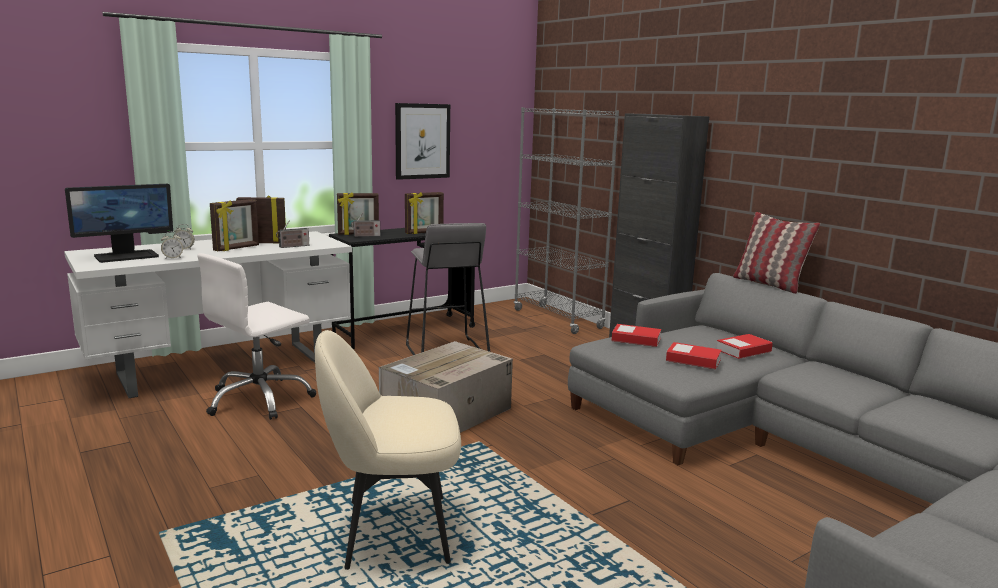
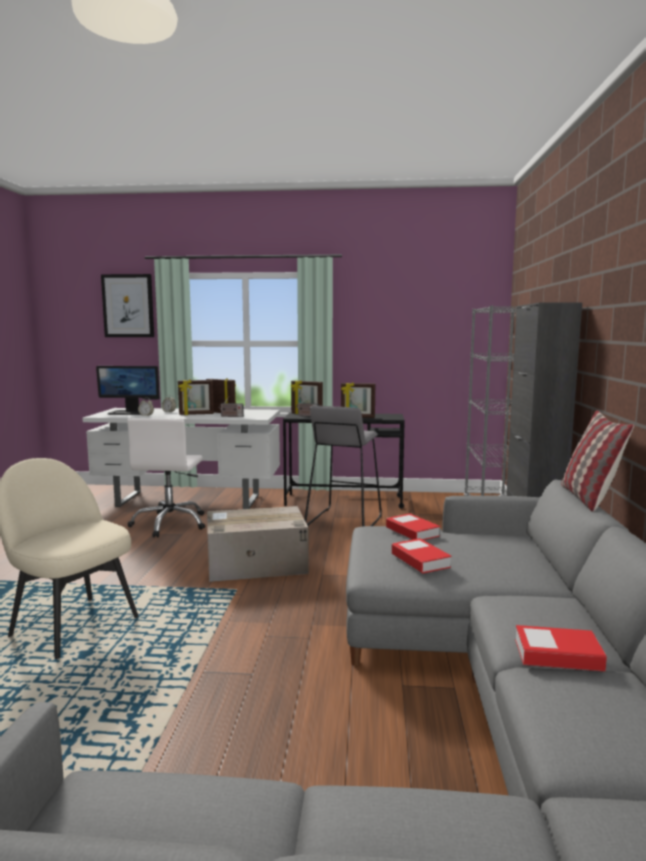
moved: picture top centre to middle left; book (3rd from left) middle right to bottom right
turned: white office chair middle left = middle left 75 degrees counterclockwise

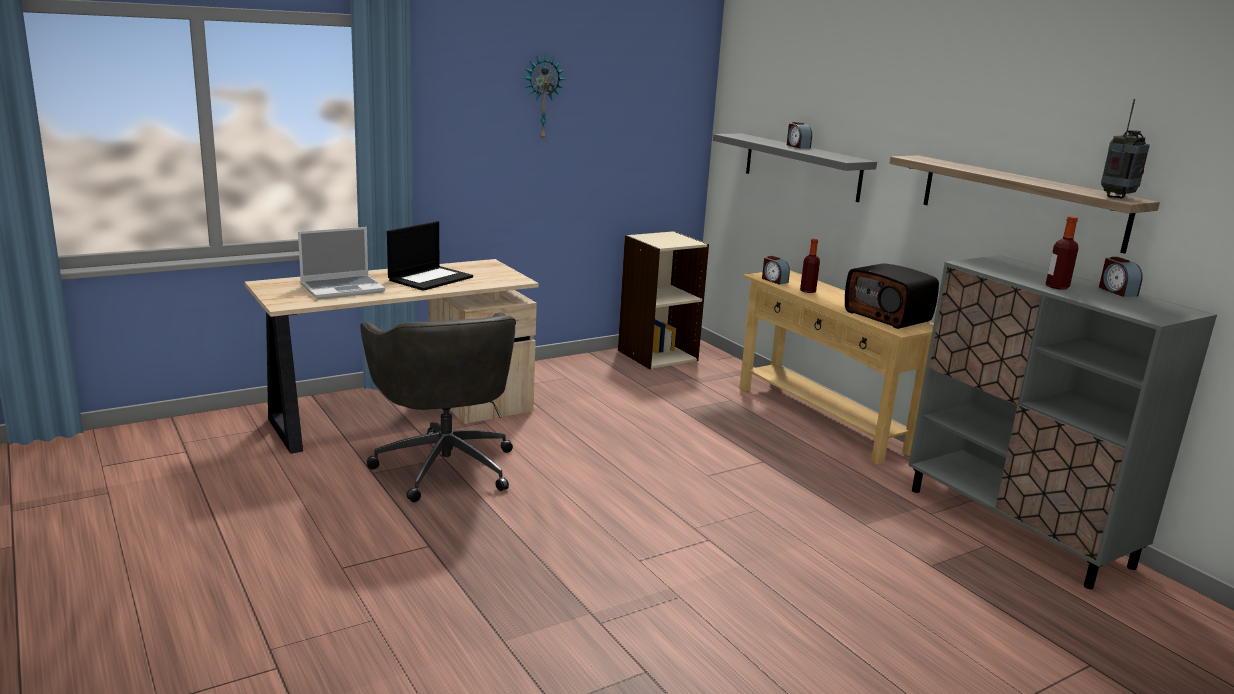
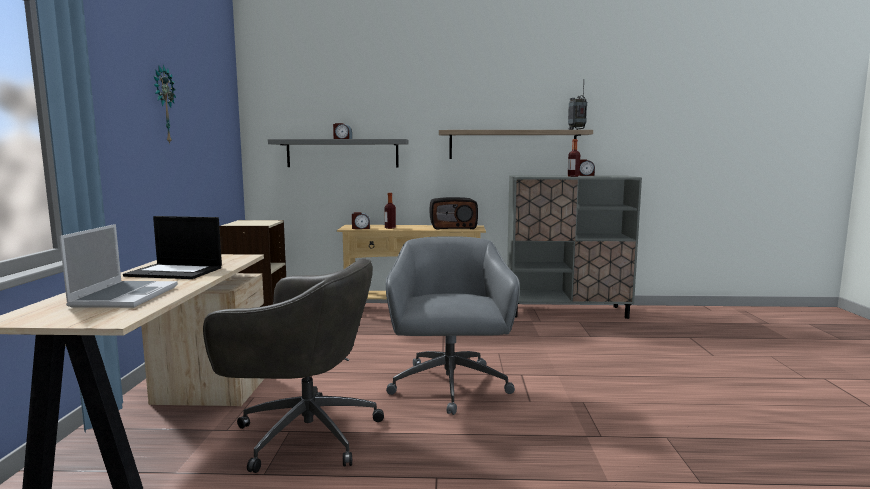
added: grey office chair (2nd from left) centre
turned: laptop (2nd from left) centre = middle left 120 degrees clockwise

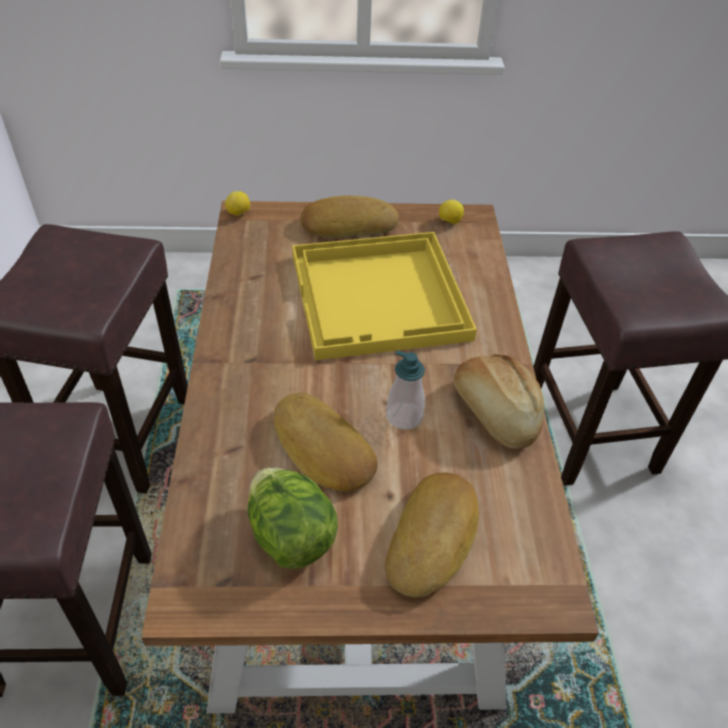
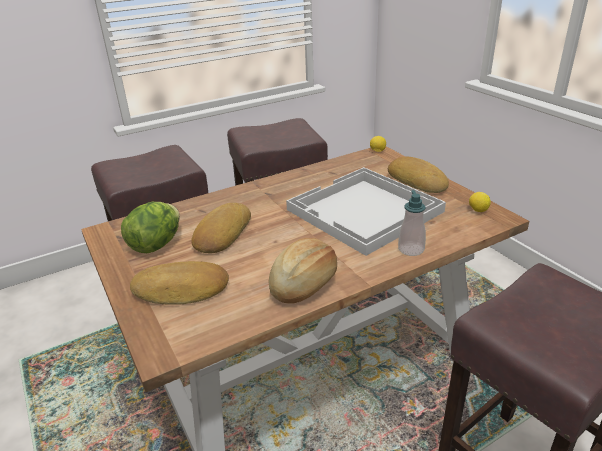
moved: soap dispenser centre to middle right
recoloured: yellow tray centre to white tray centre

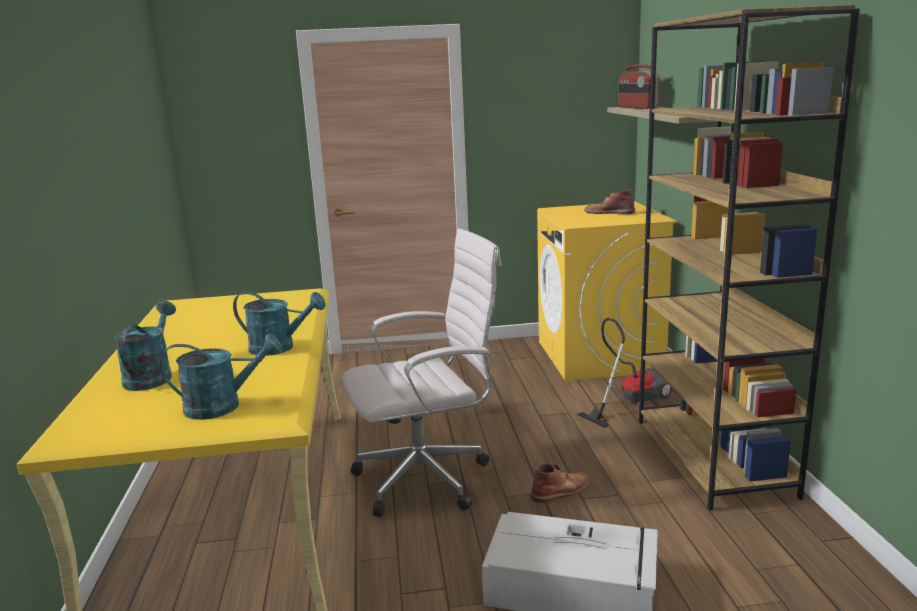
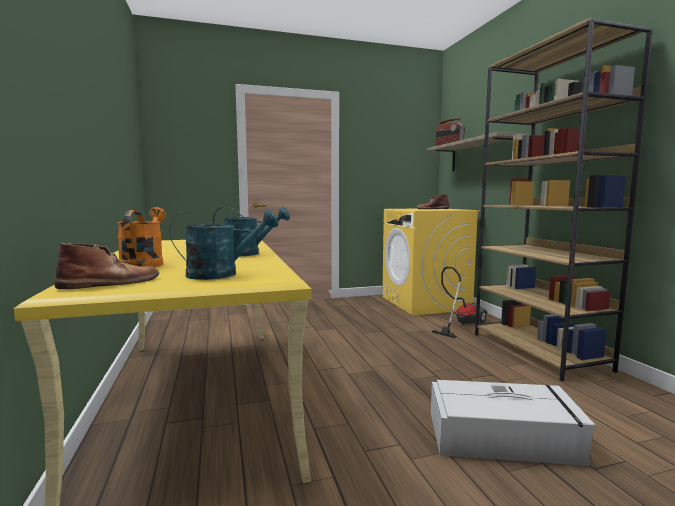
removed: white office chair centre
moved: brown boot (1st from left) bottom centre to middle left
recoloured: turquoise watering can (1st from left) middle left to orange watering can middle left

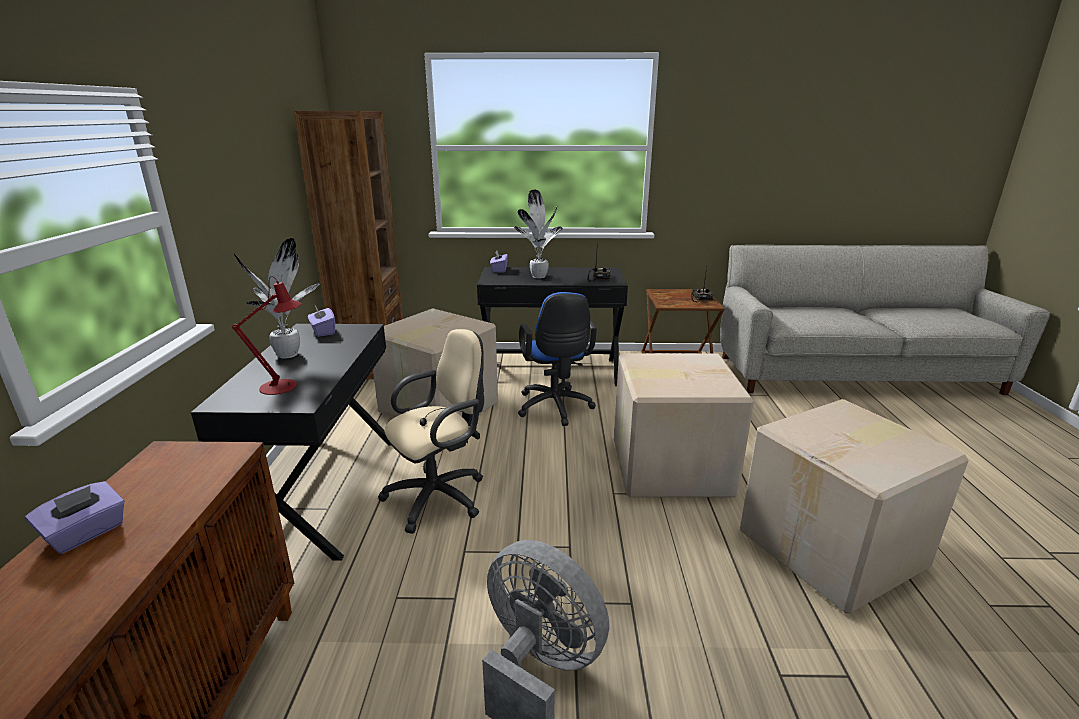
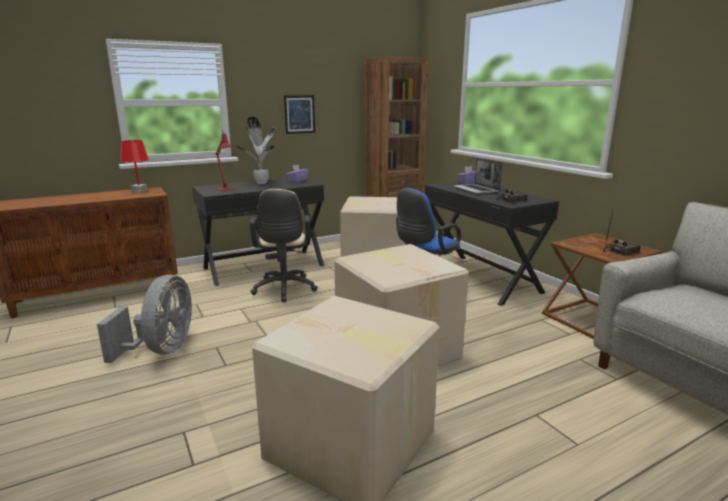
removed: purple tissue box (1st from left) bottom left
added: red table lamp (1st from left) top left; picture top centre
replaced: potted plant (2nd from left) top centre to laptop centre
turned: beige office chair centre = centre 60 degrees clockwise

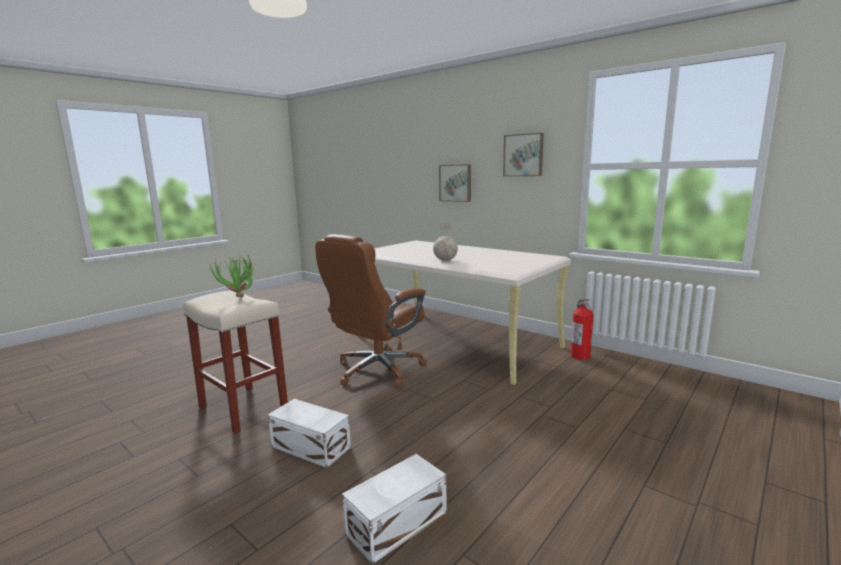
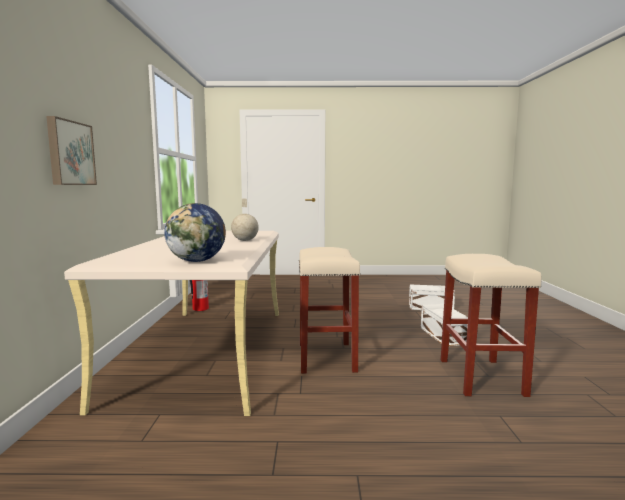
removed: potted plant middle left; picture (2nd from left) top centre
added: globe (1st from left) middle left
replaced: brown office chair centre to beige stool (1st from left) centre

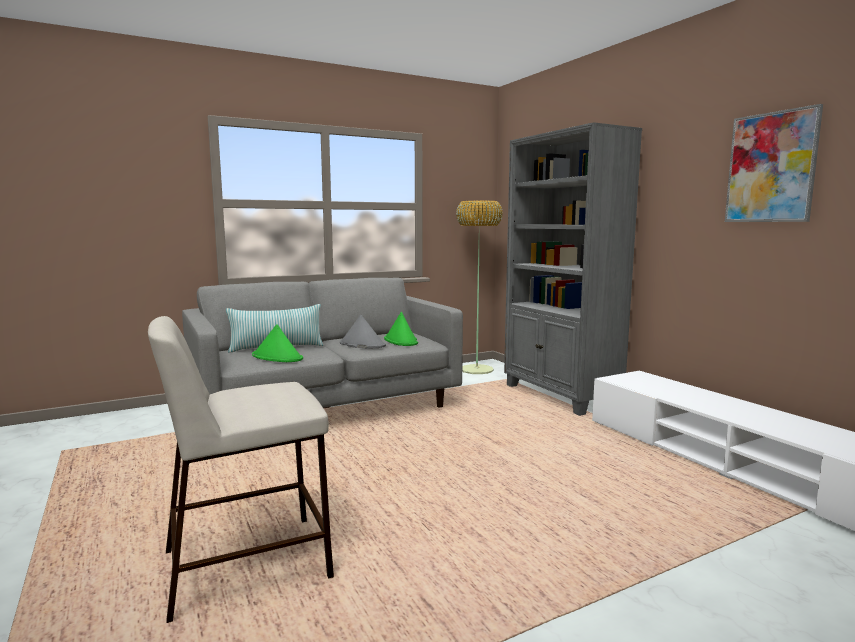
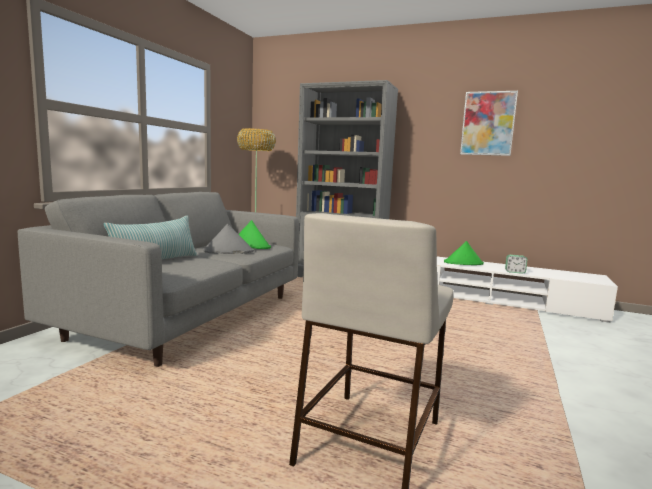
added: alarm clock middle right
moved: green hat (1st from left in the first image) middle left to green hat (2nd from left) middle right

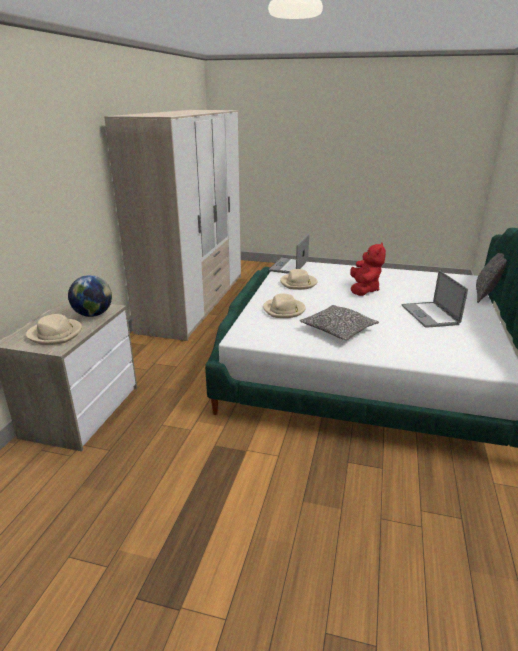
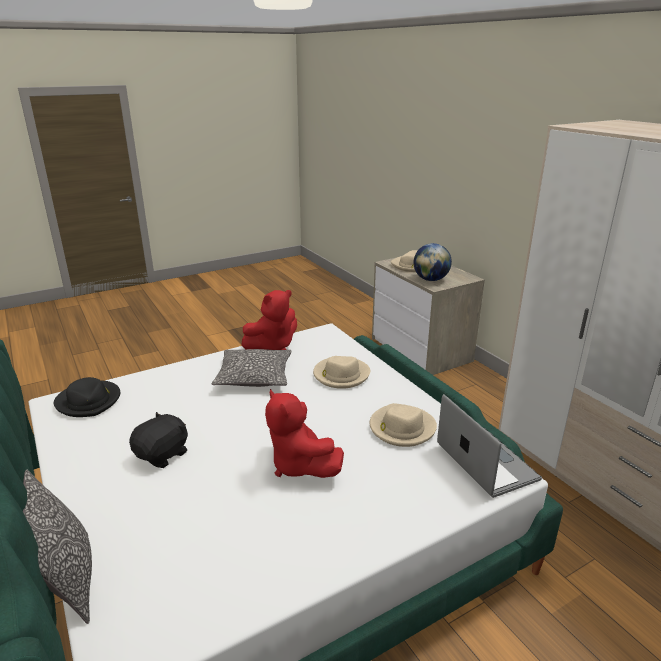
added: black hat middle left; red plush toy (1st from left) centre
replaced: laptop (2nd from left) middle right to black plush toy middle left

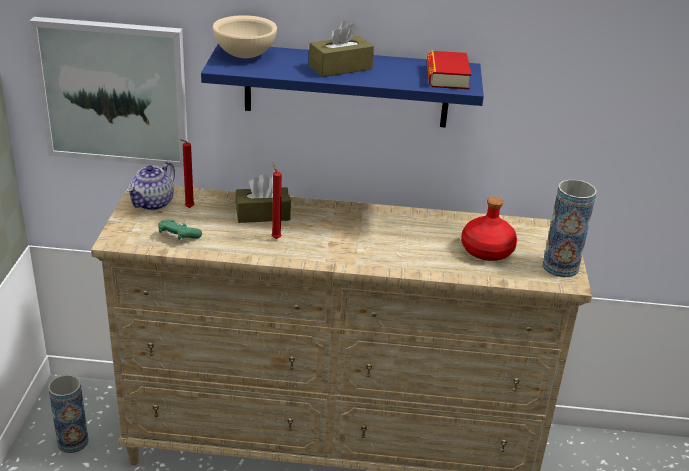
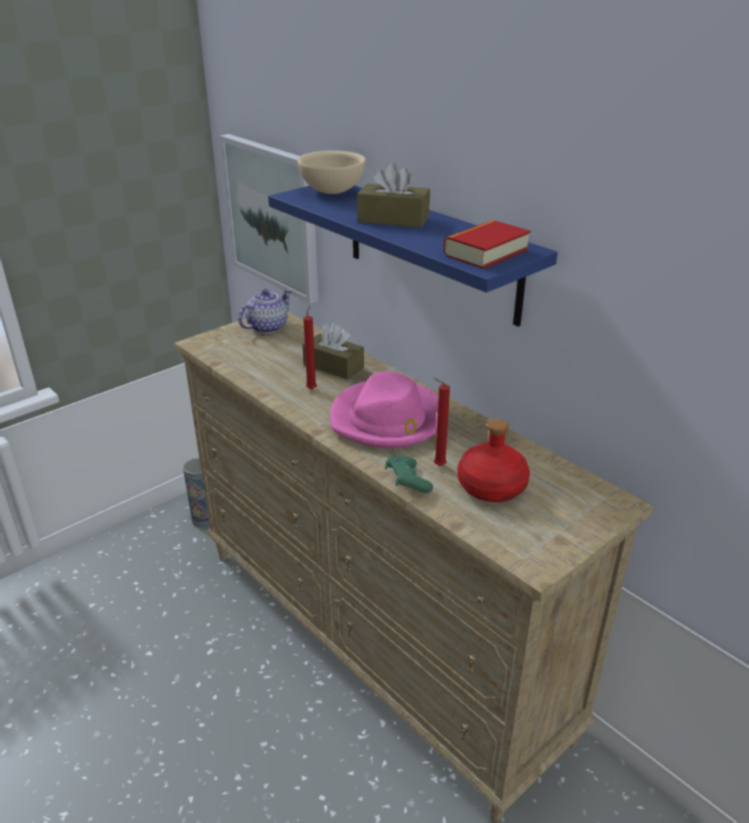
removed: vase (2nd from left) middle right
added: pink hat centre
moved: green game controller middle left to centre; red candle (1st from left in the first image) middle left to red candle (2nd from left) centre
turned: teapot middle left = centre 150 degrees clockwise

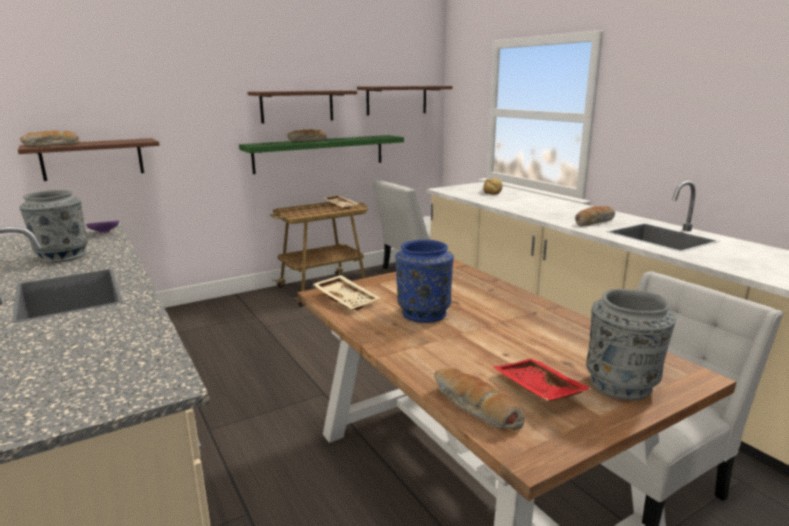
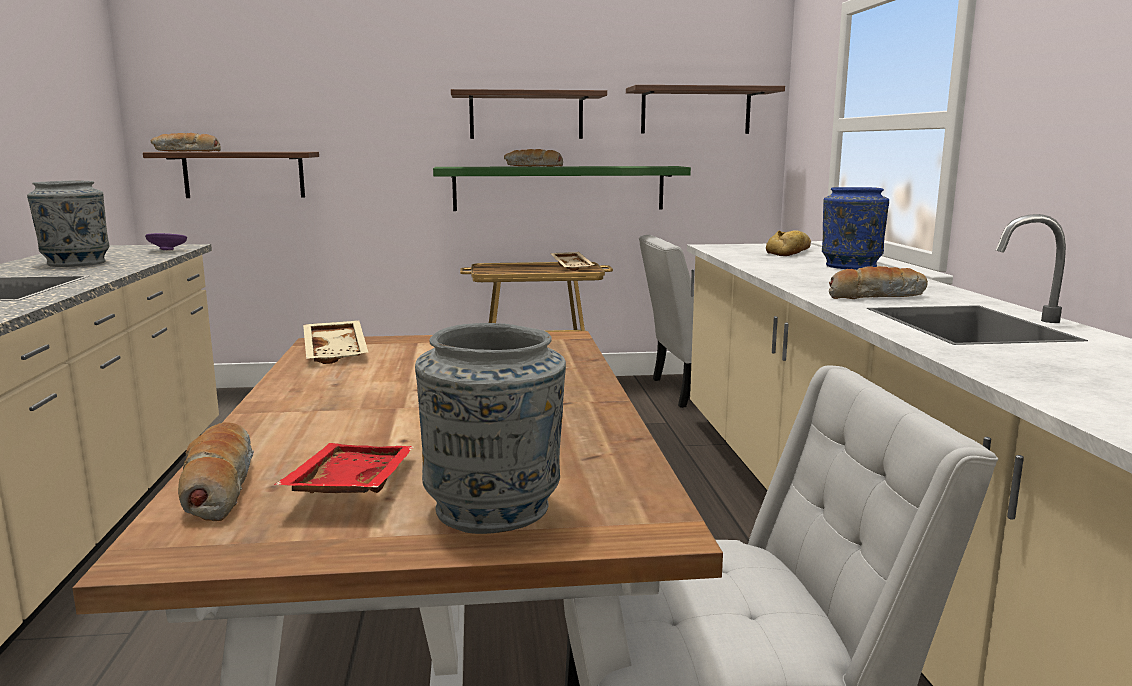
moved: blue vase centre to top right

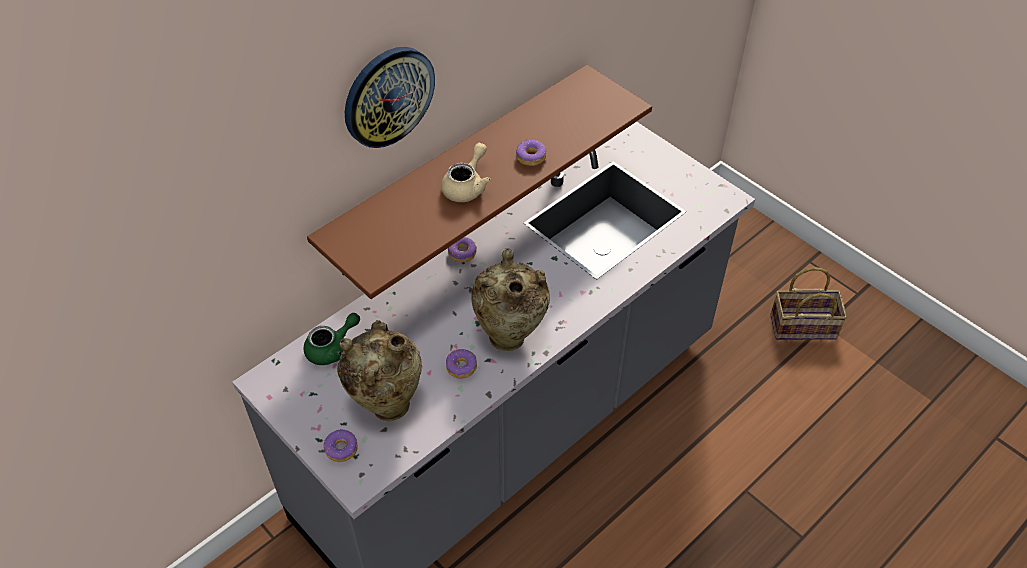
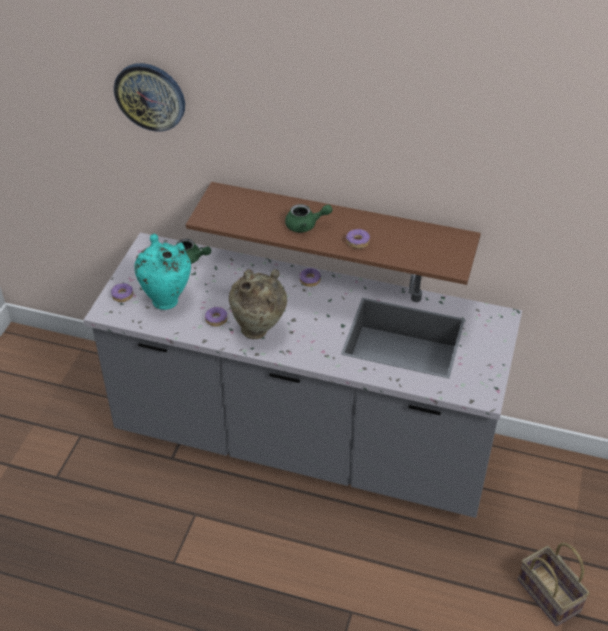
moved: wall clock top centre to top left
recoloured: beige vase (1st from left) centre to turquoise vase middle left; beige teapot top centre to green teapot (2nd from left) centre

